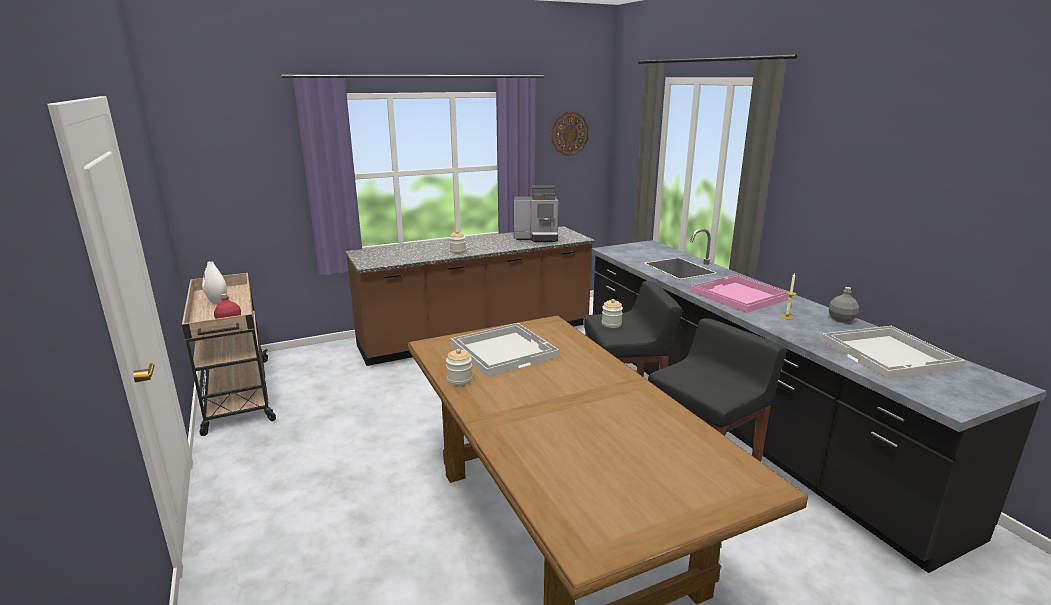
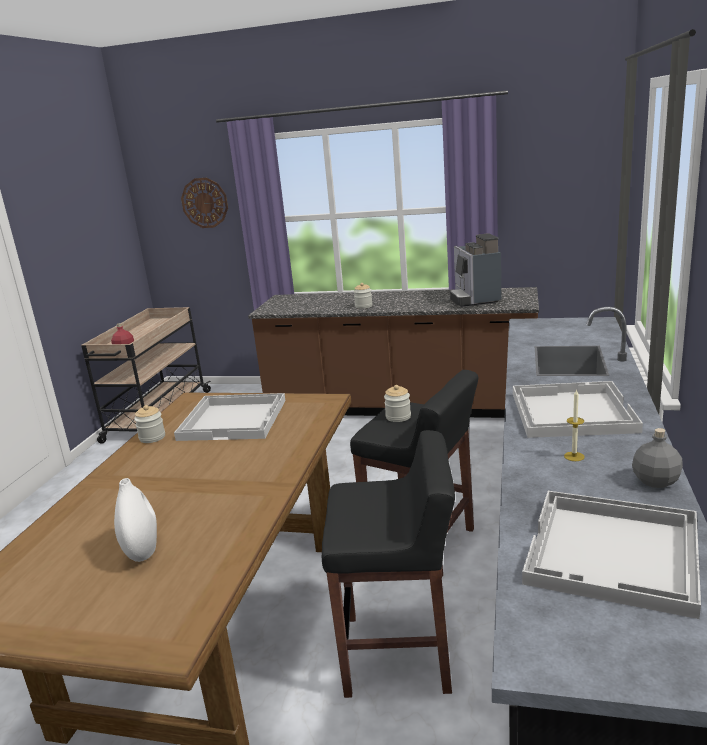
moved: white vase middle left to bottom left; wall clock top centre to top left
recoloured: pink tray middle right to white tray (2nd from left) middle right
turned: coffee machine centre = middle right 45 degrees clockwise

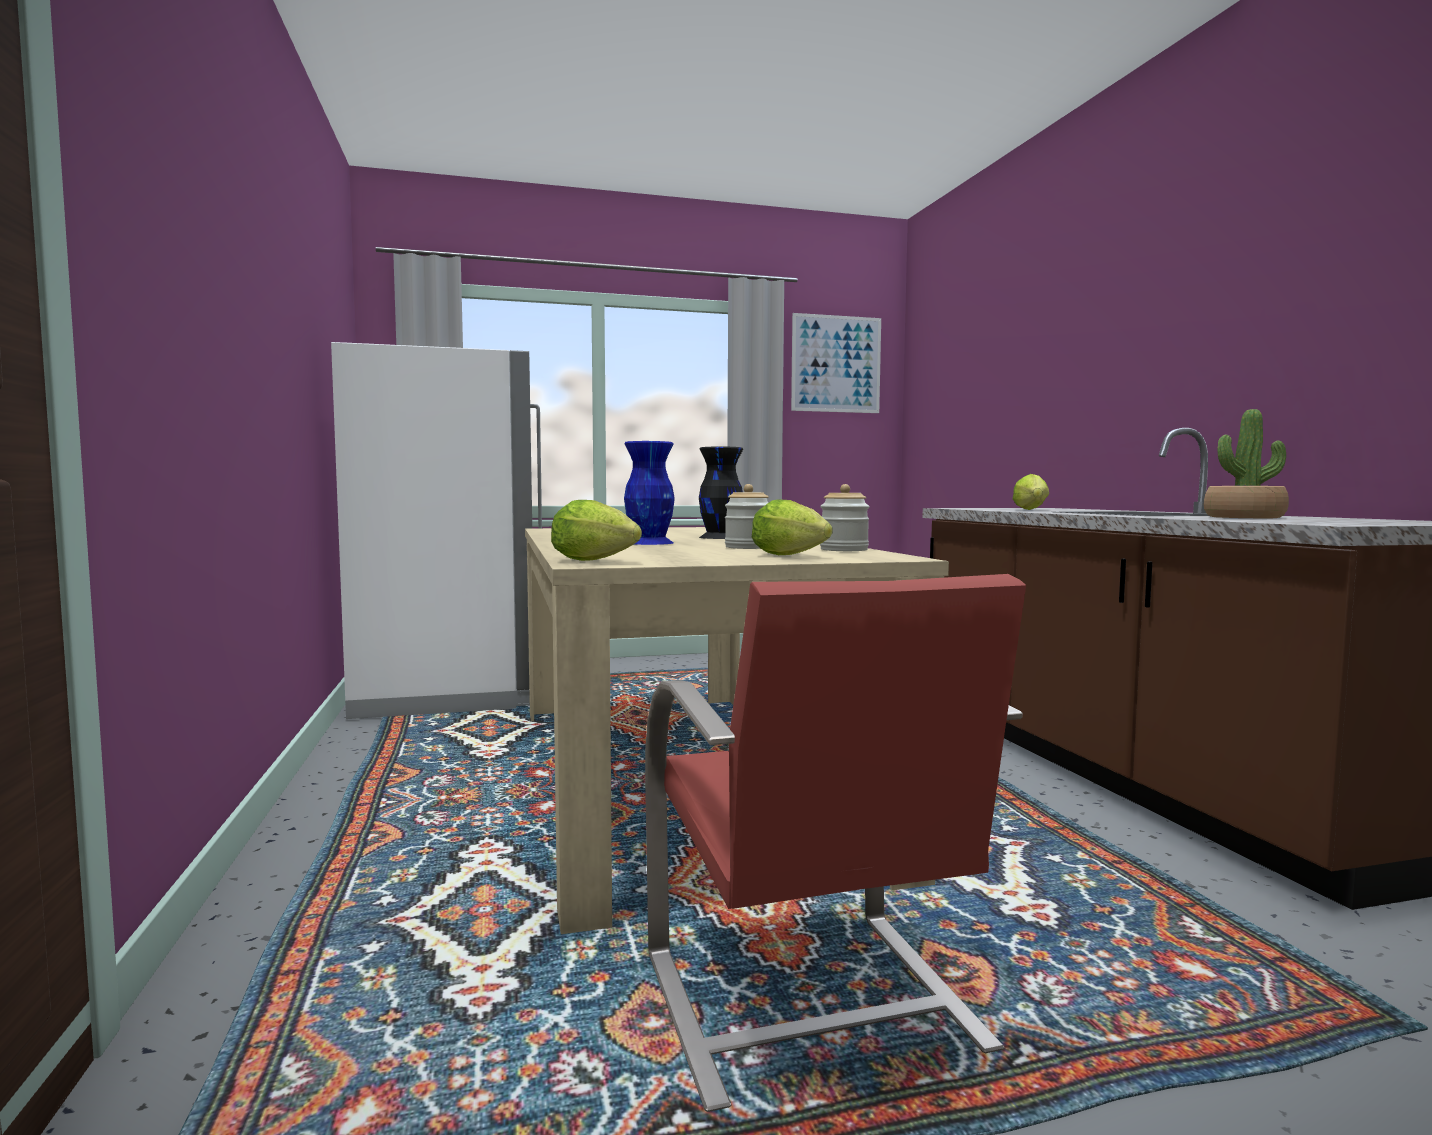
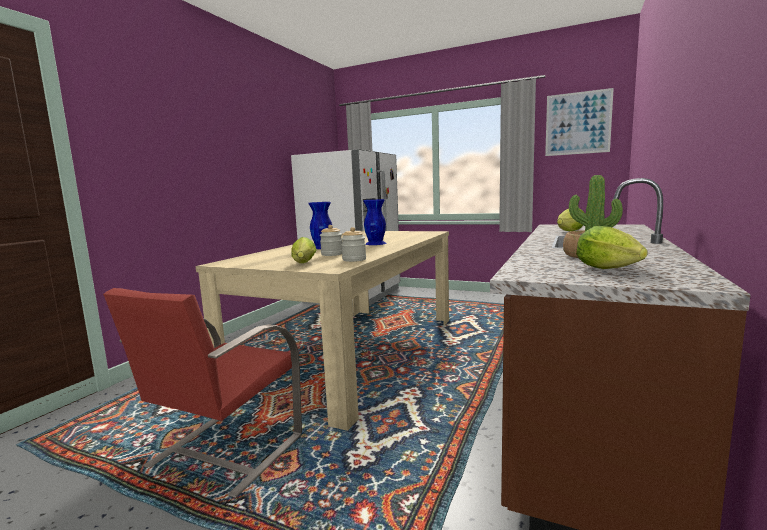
moved: lettuce (1st from left in the first image) centre to lettuce (3rd from left) middle right
recoloured: black vase centre to blue vase (2nd from left) centre

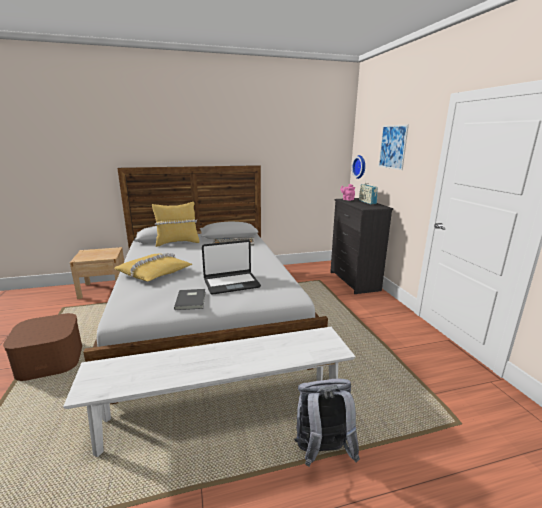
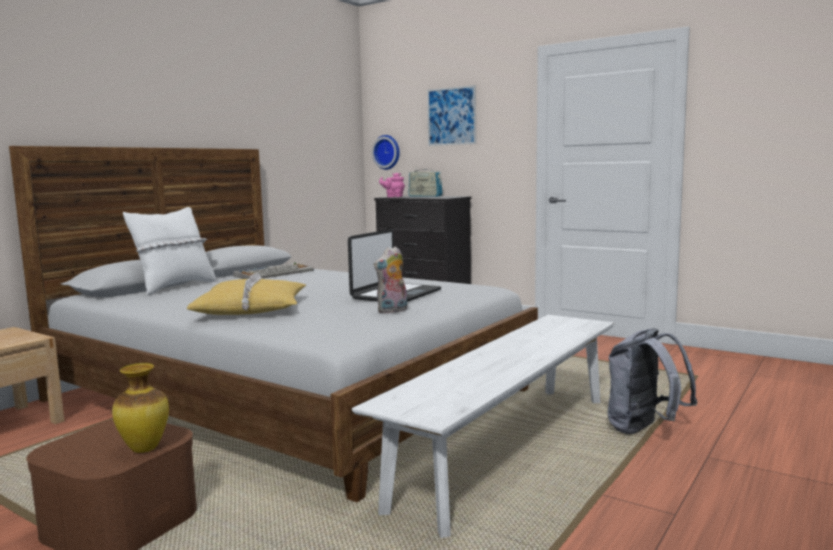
added: vase bottom left
replaced: grey book centre to plush toy centre
recoloured: yellow pillow (2nd from left) middle left to white pillow middle left

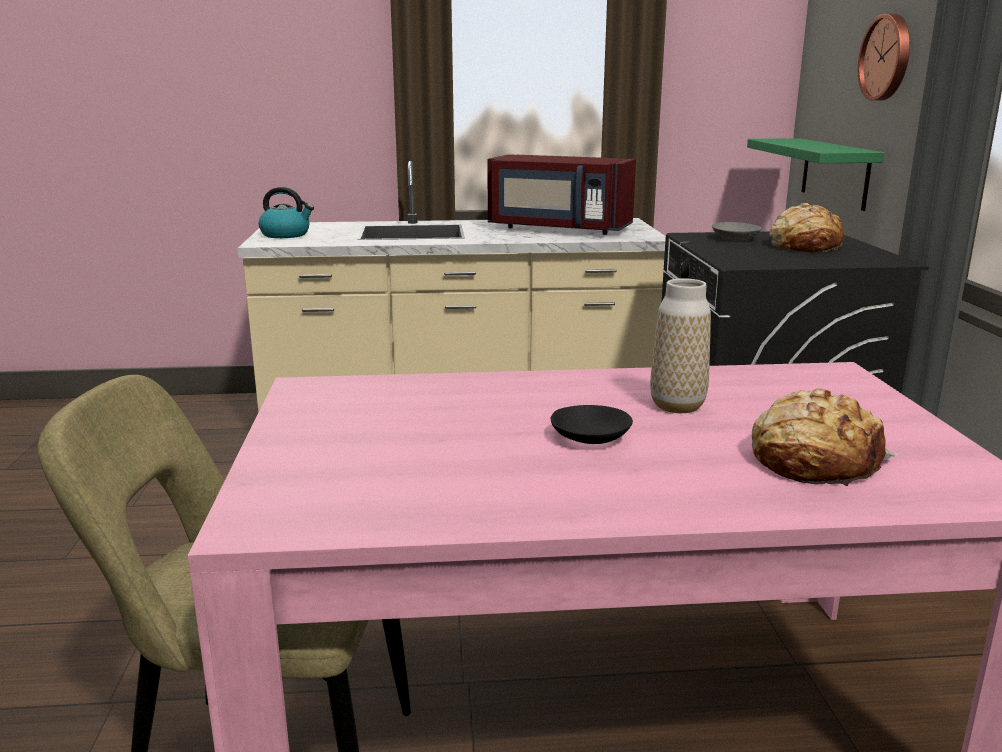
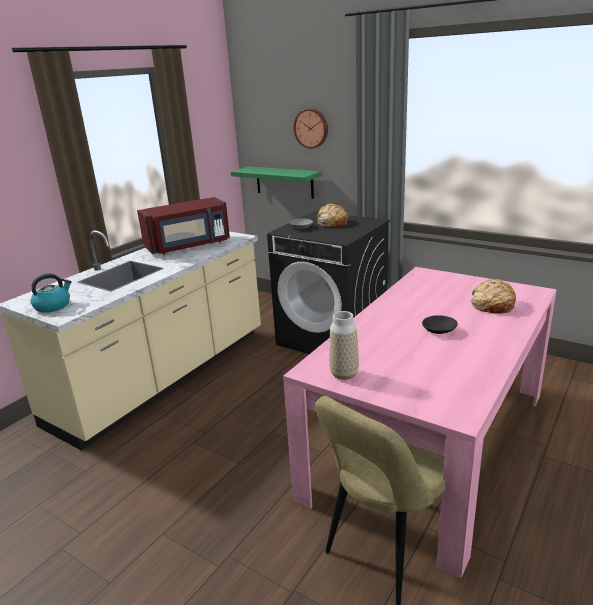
moved: vase middle right to centre

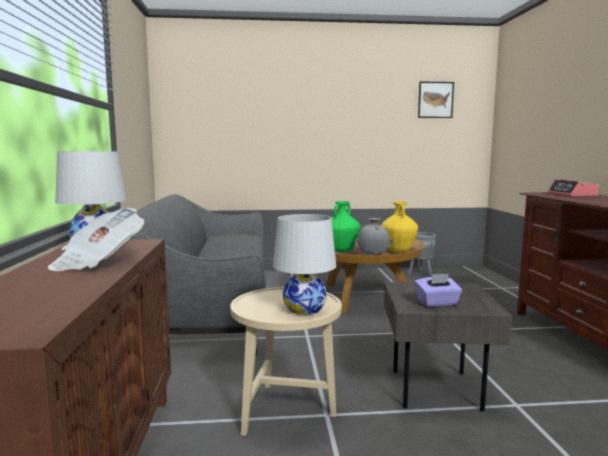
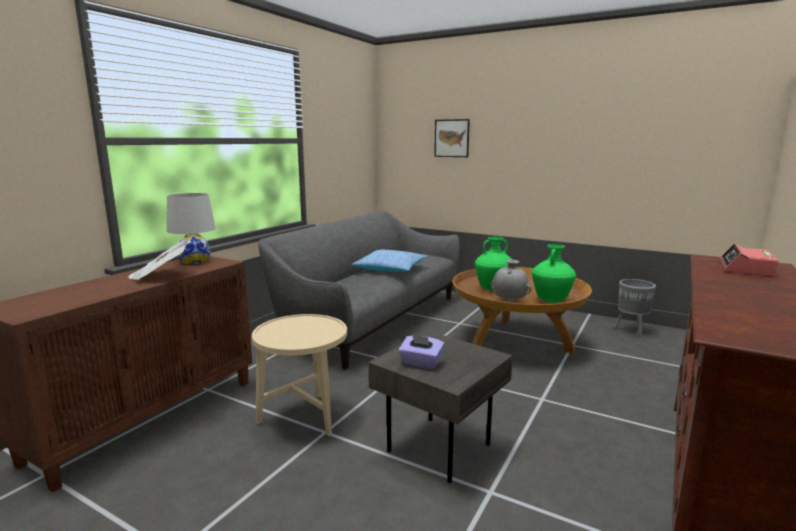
removed: white table lamp (2nd from left) centre
added: pillow centre
moved: picture top right to top centre
recoloured: yellow vase centre to green vase (2nd from left) middle right

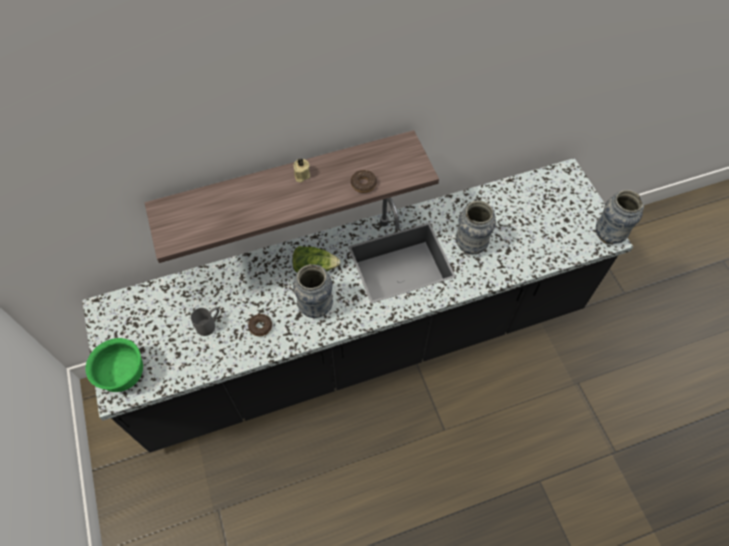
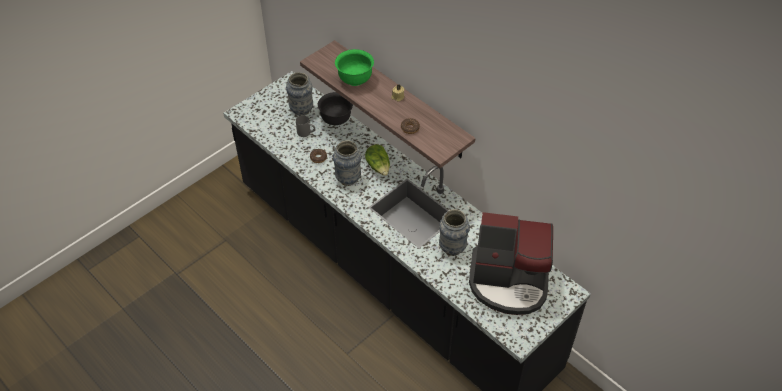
added: black bowl top centre; coffee machine bottom centre
moved: green bowl bottom left to top centre; vase (3rd from left in the first image) middle right to vase (1st from left) top centre

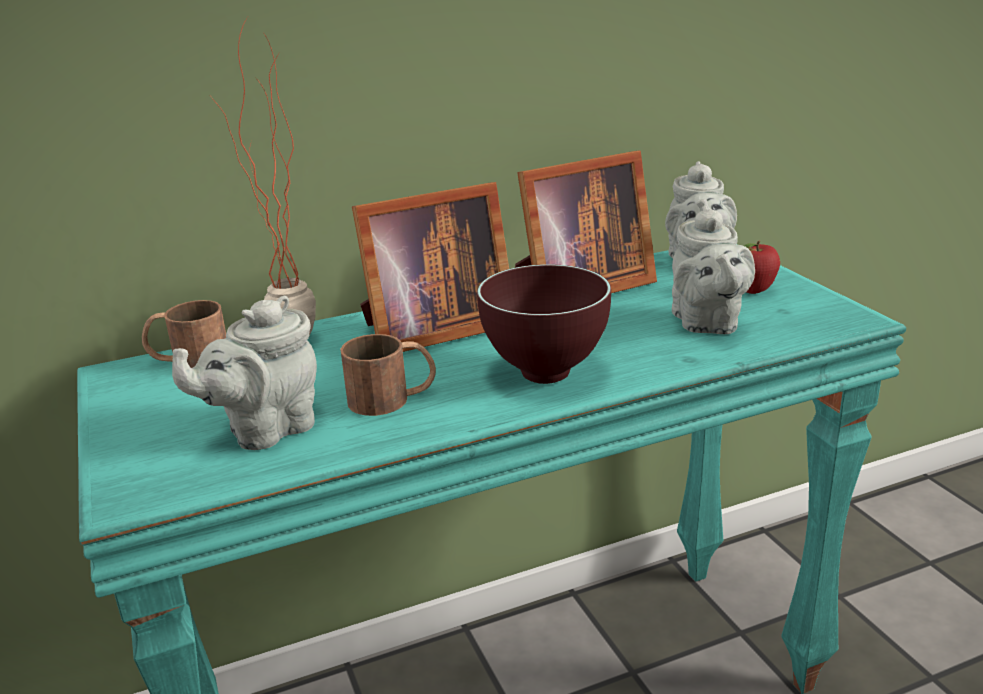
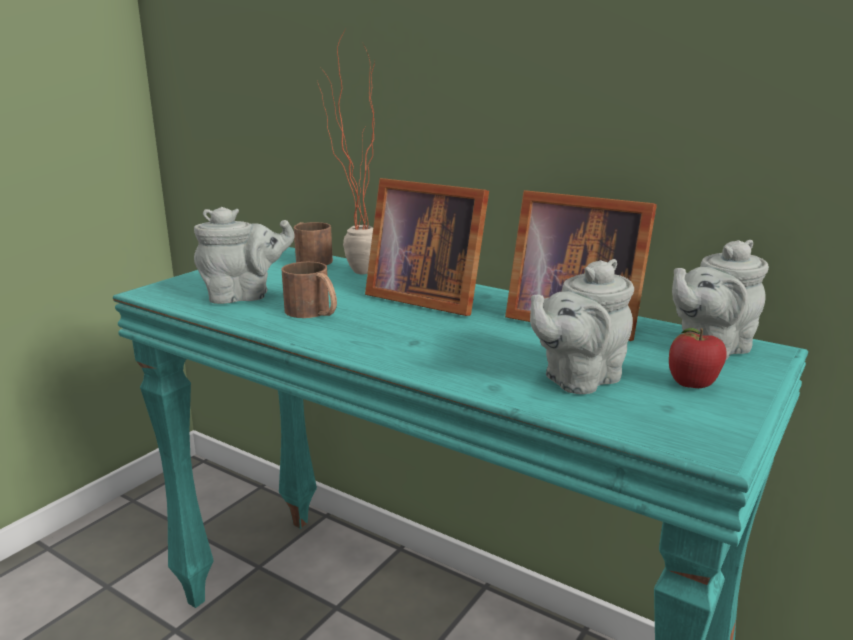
removed: brown bowl centre
turned: grey teapot (1st from left) middle left = middle left 150 degrees clockwise

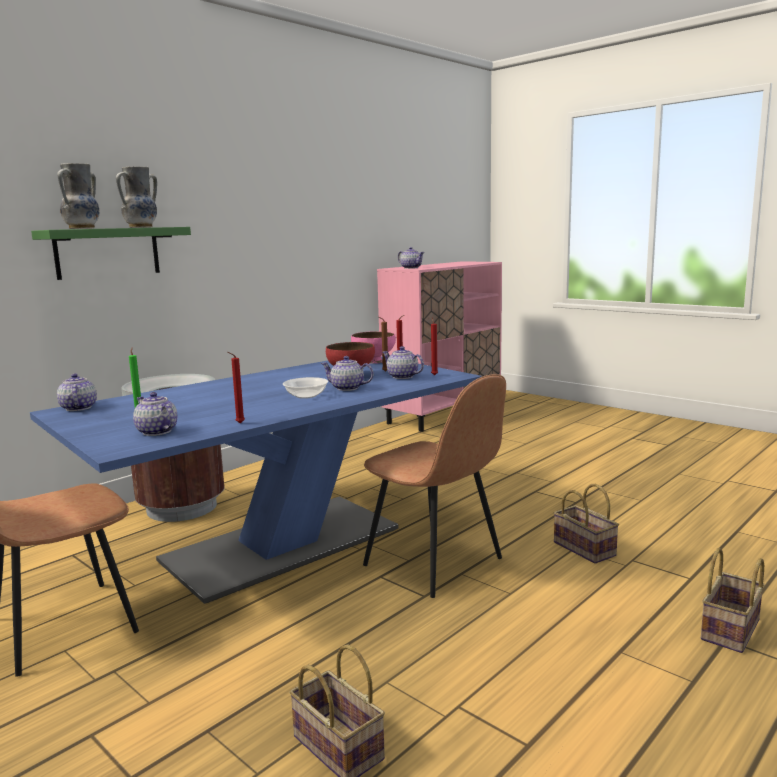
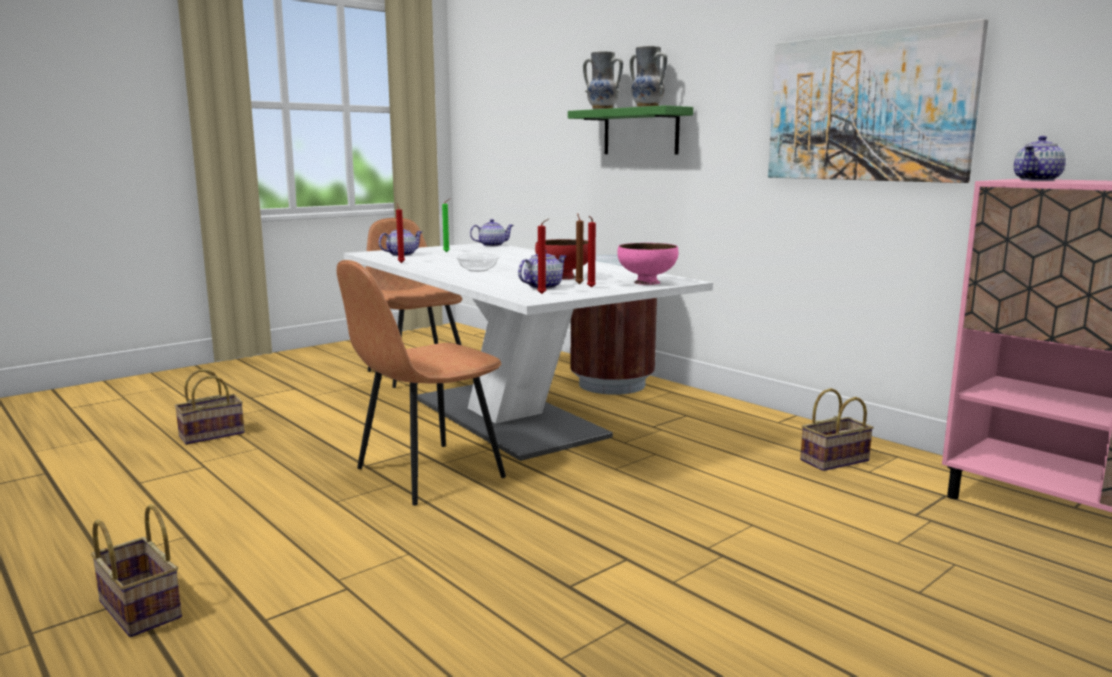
removed: teapot (3rd from left) centre
added: picture top right
moved: basket (2nd from left in the first image) bottom right to basket (3rd from left) middle right
recoloured: blue dining table middle left to white dining table centre

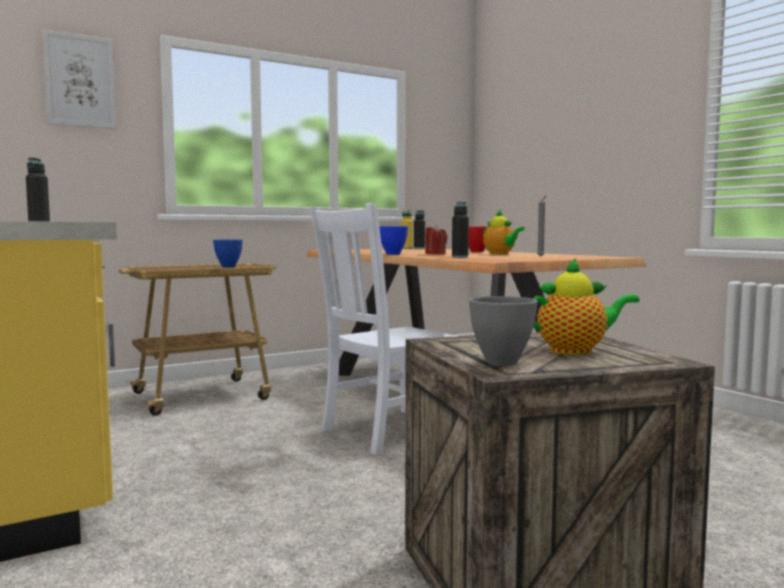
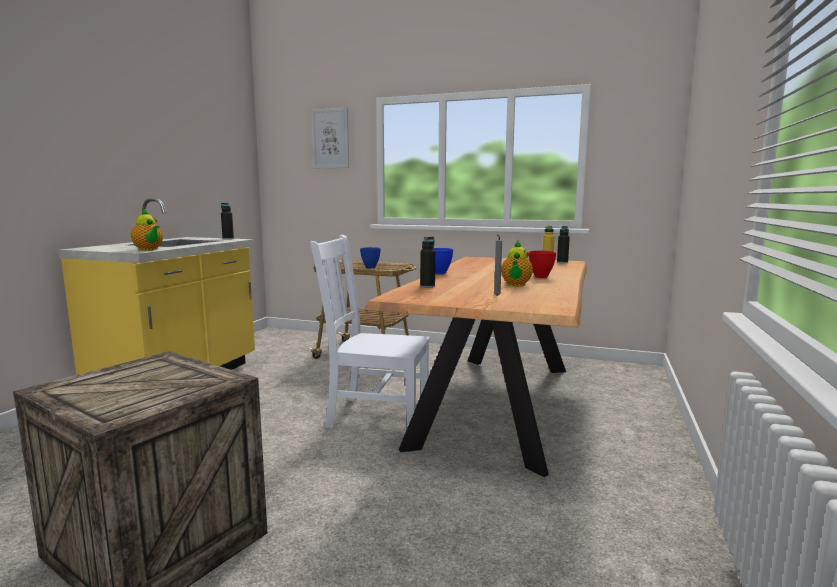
removed: red candle centre; grey bowl centre
moved: teapot (2nd from left in the first image) middle right to teapot (1st from left) middle left

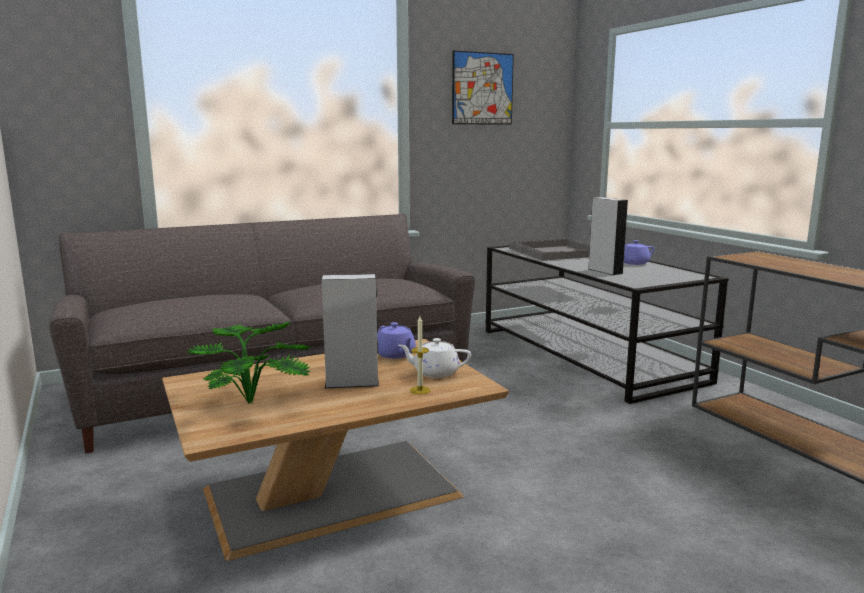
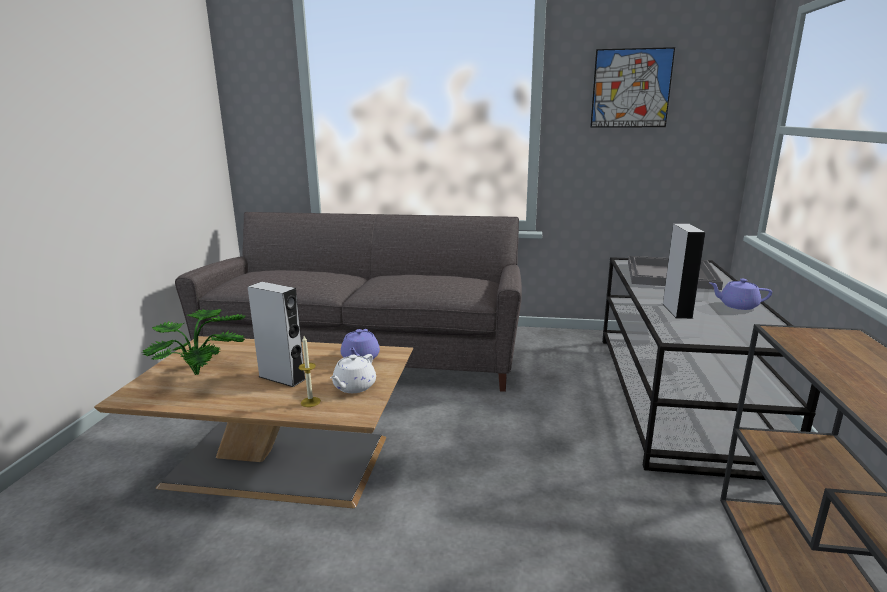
turned: white teapot centre = centre 105 degrees counterclockwise

